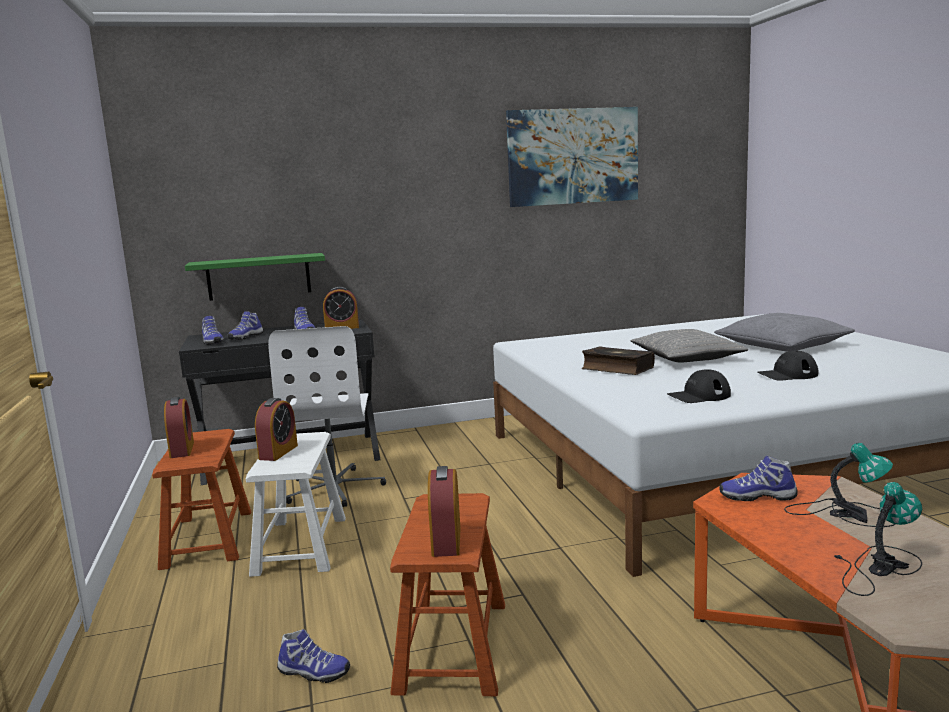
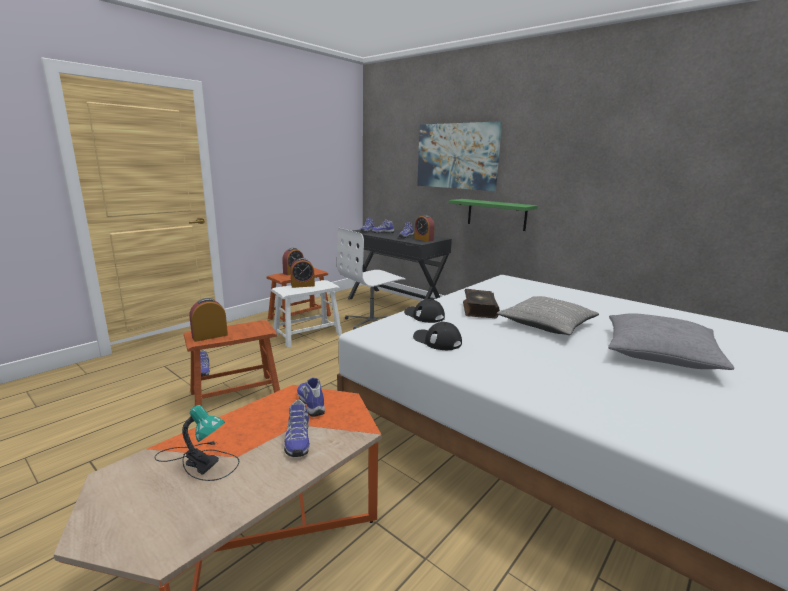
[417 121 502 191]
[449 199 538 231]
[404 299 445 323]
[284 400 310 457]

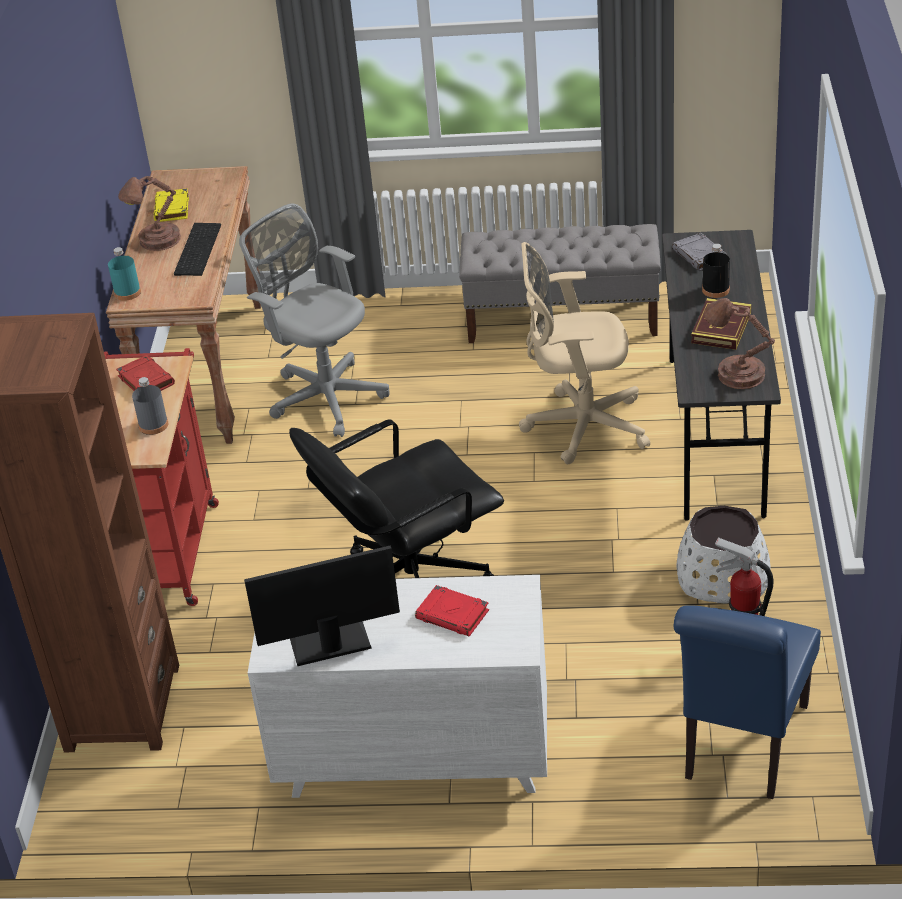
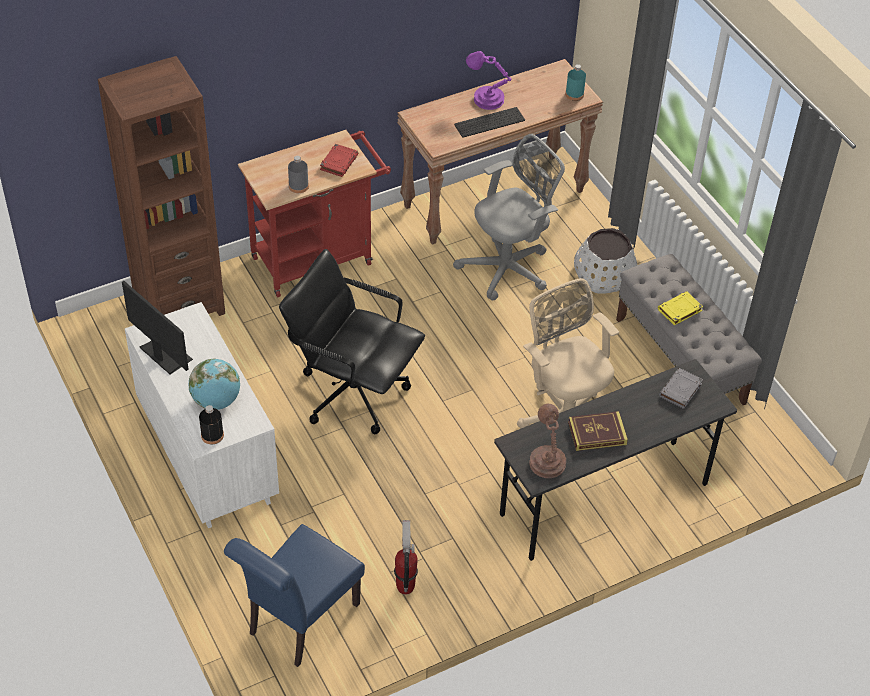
[466 51 511 110]
[658 291 703 325]
[453 134 565 300]
[199 405 224 444]
[565 64 586 101]
[574 228 637 294]
[189 359 240 410]
[224 524 365 667]

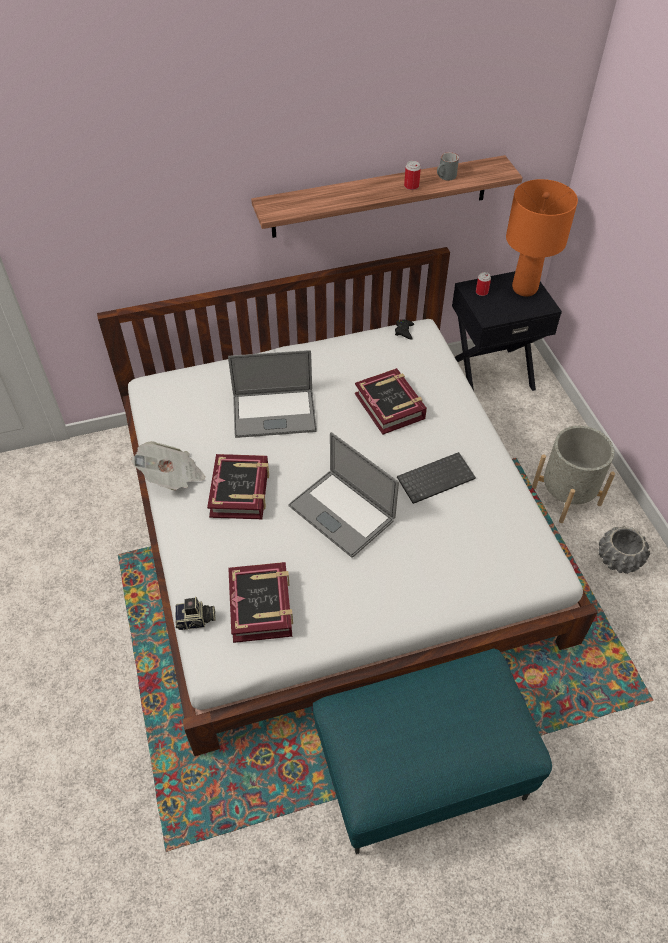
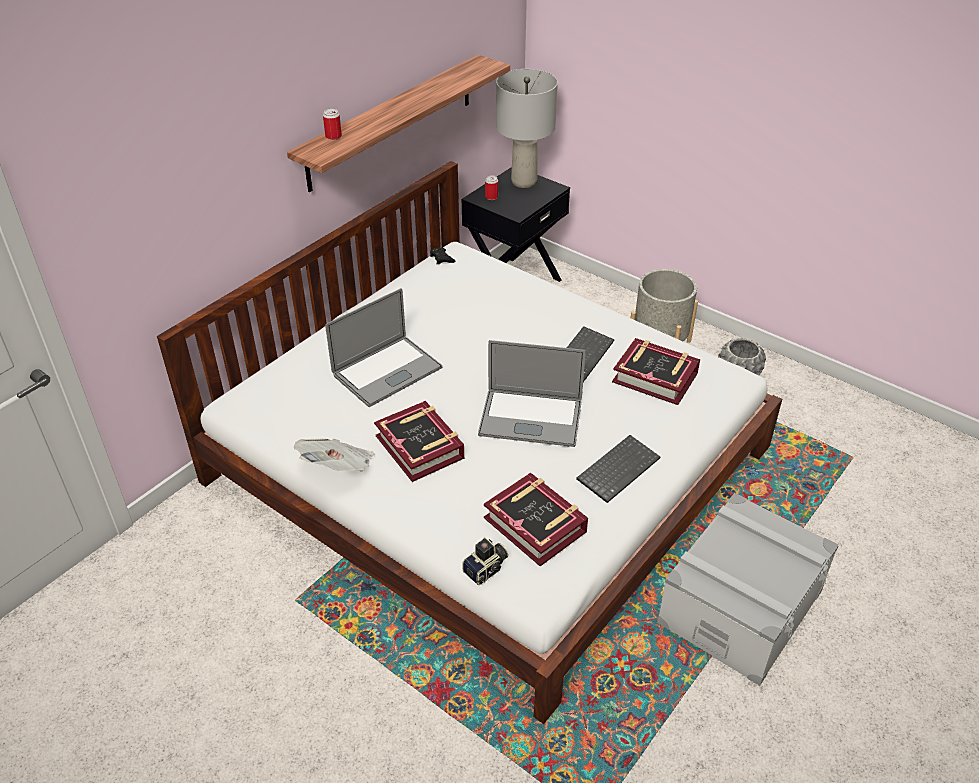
[437 152 459 180] (first image)
[323 109 342 140]
[496 69 558 188]
[612 338 700 405]
[657 493 839 686]
[576 435 660 503]

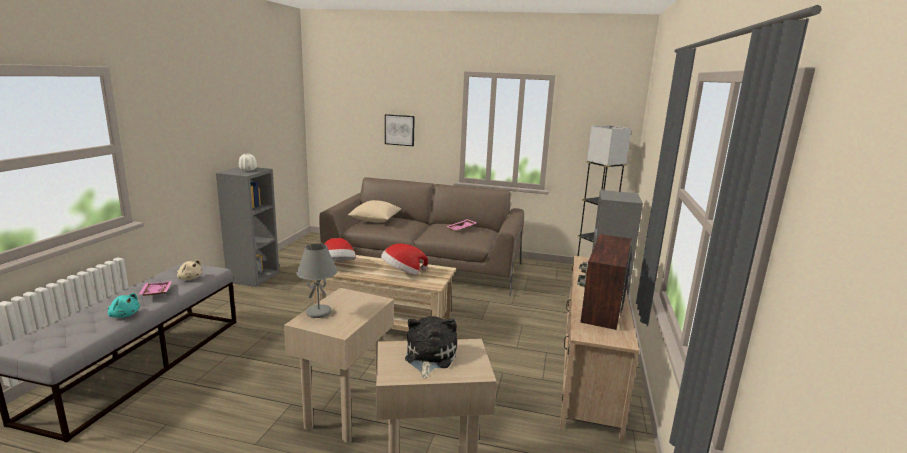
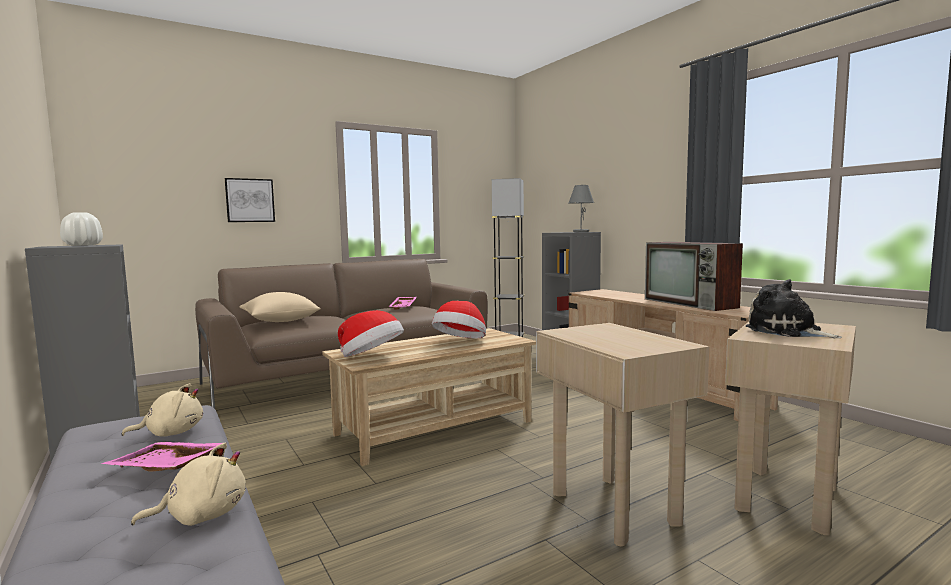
[569 185 594 232]
[131 443 246 526]

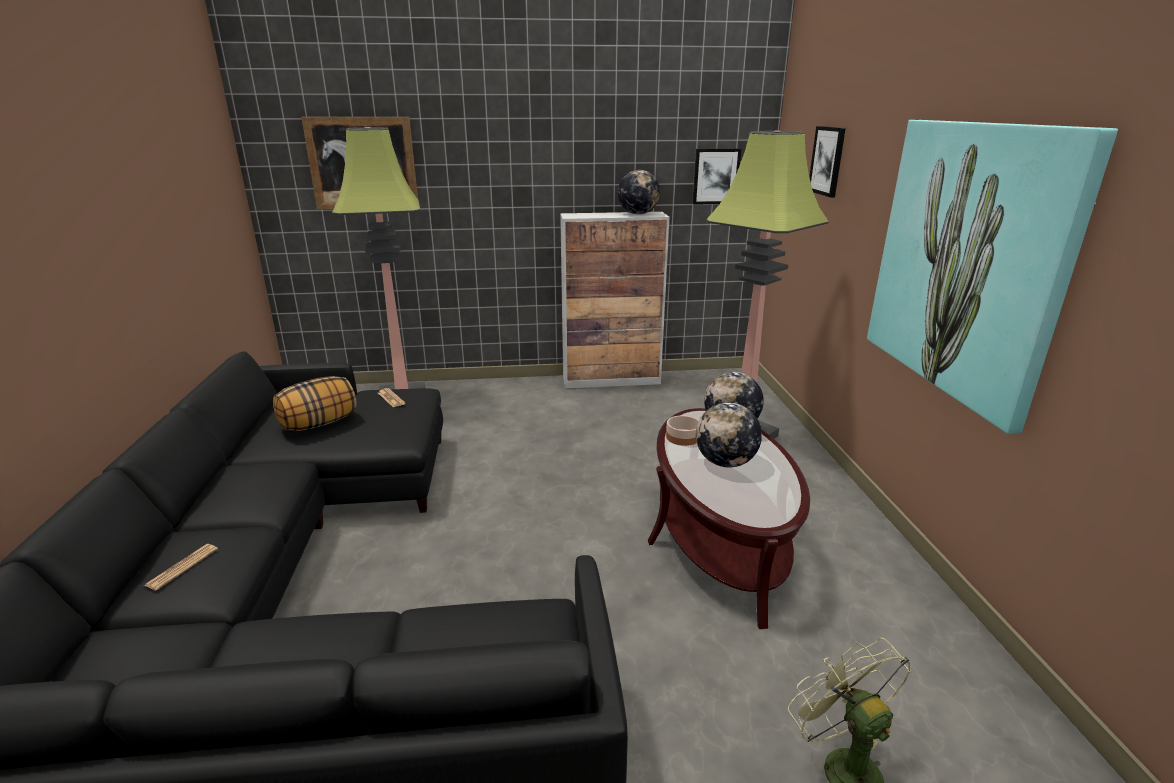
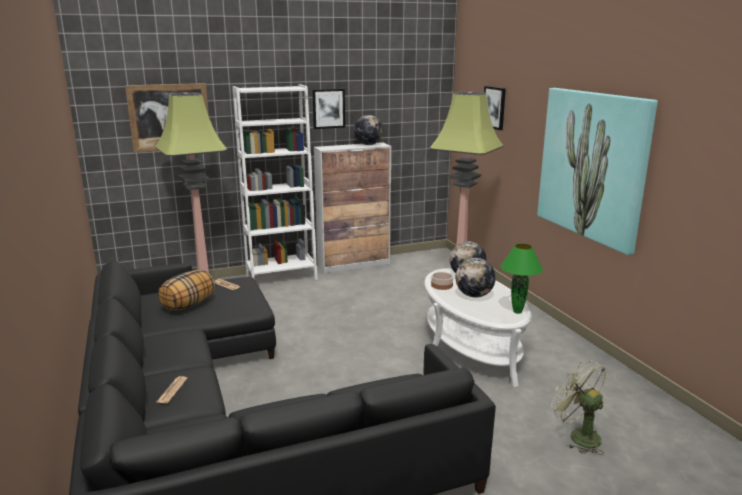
[312 89 345 129]
[425 269 532 387]
[232 84 318 280]
[501 244 543 314]

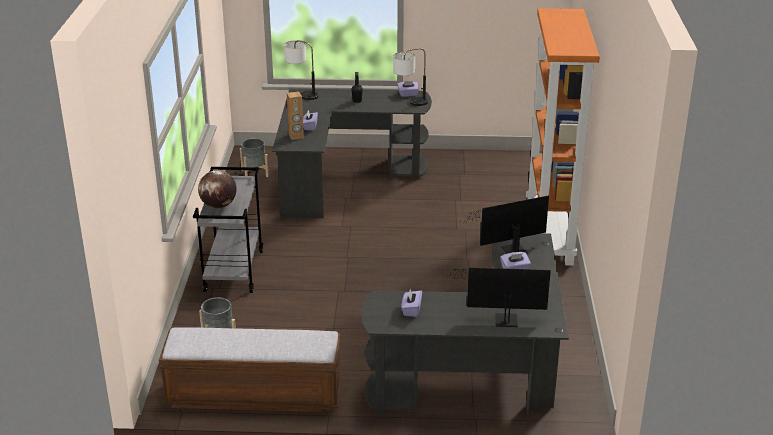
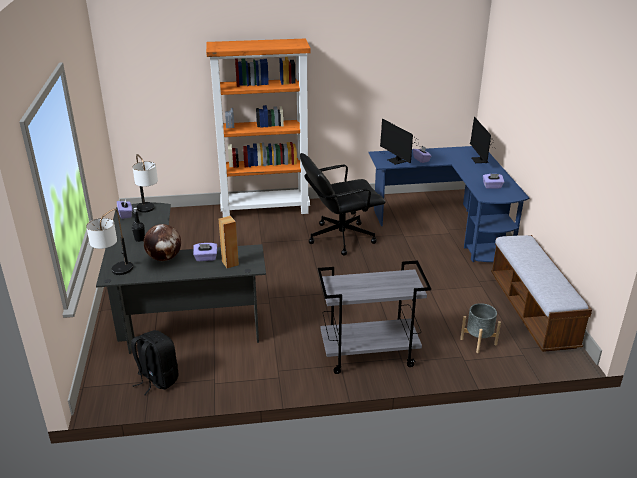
[131 330 178 395]
[144 224 181 261]
[368 146 529 262]
[300 153 386 256]

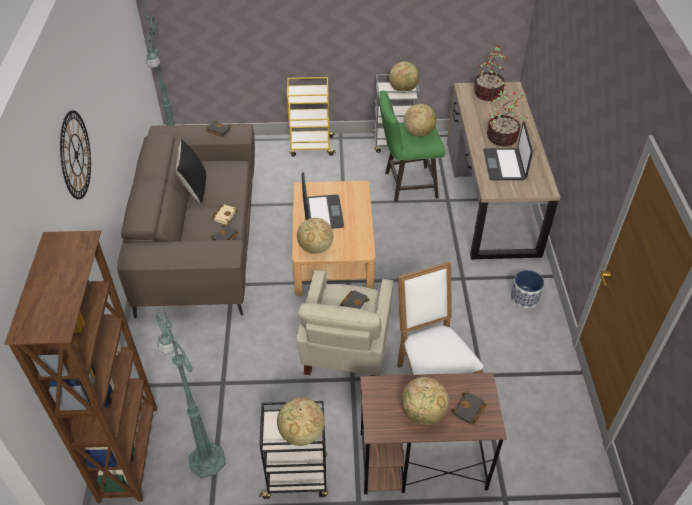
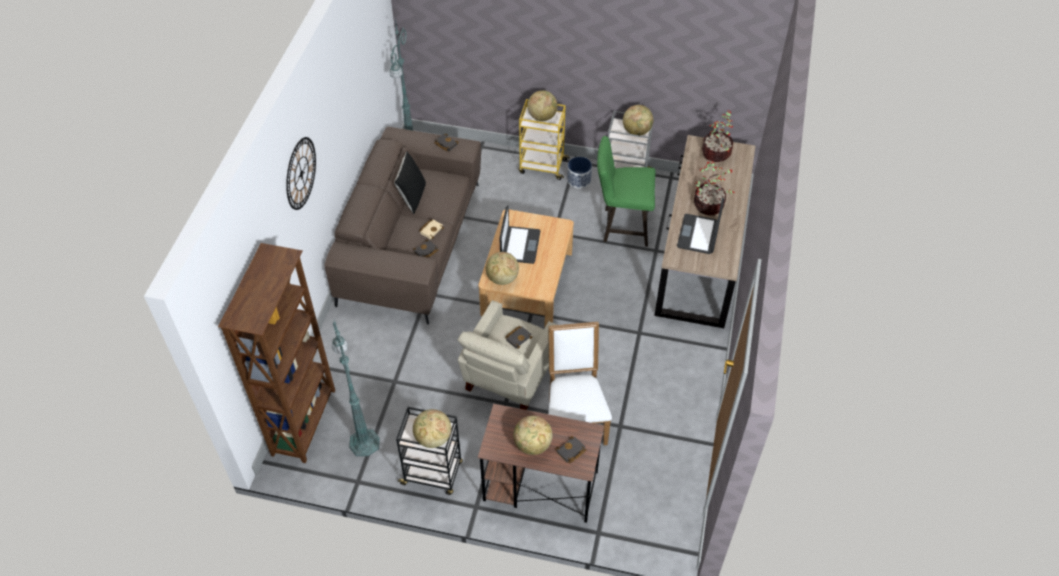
[527 90 558 121]
[567 157 592 189]

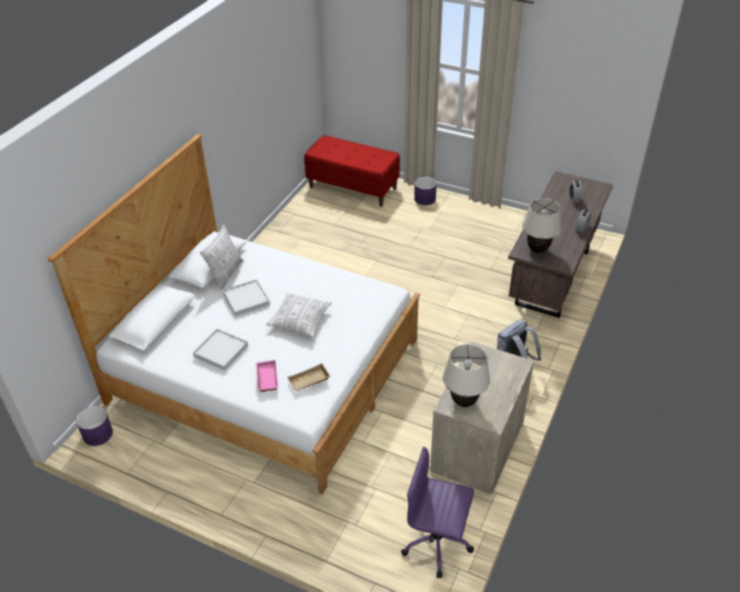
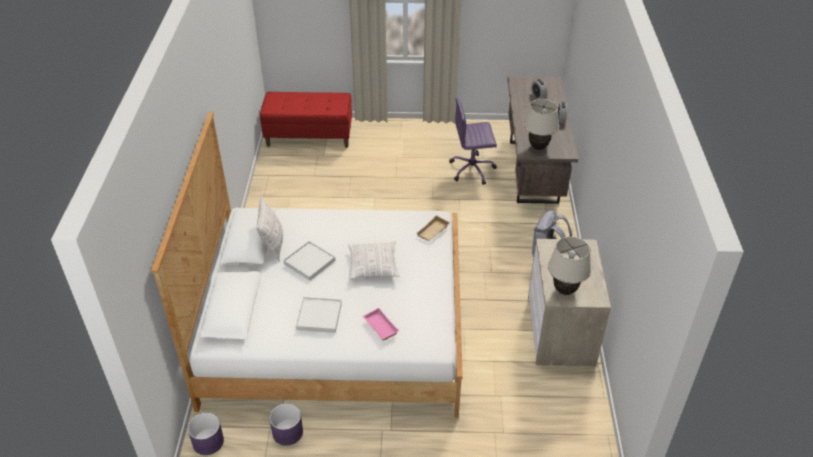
[269 403 303 446]
[416 215 450 241]
[449 98 497 185]

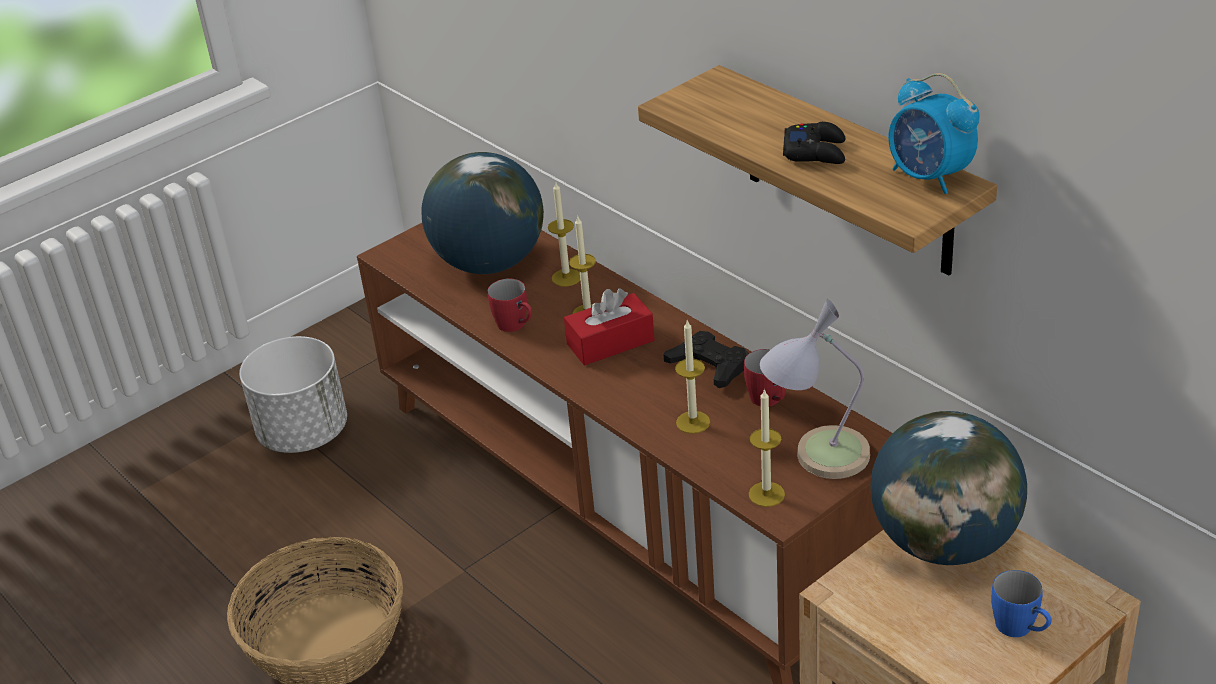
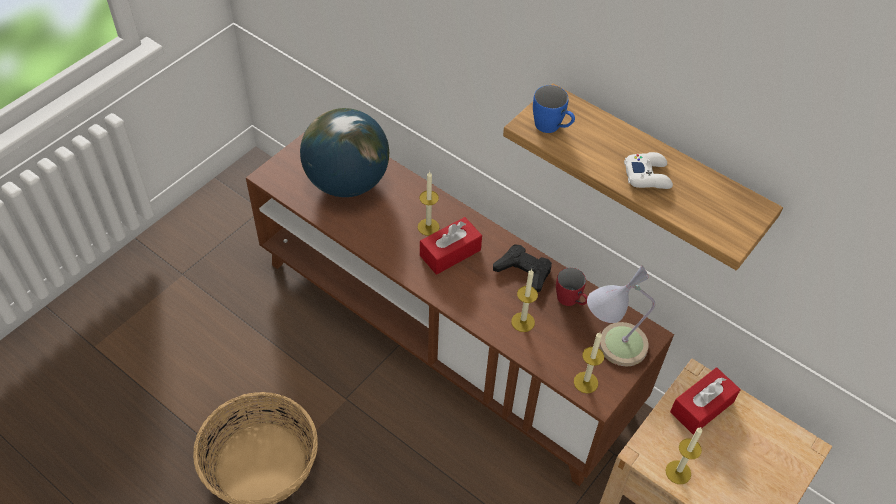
[888 73 980 194] (first image)
[624 152 673 189]
[666 427 702 484]
[487 279 532 332] (first image)
[239 336 347 453] (first image)
[670 368 741 435]
[533 85 575 133]

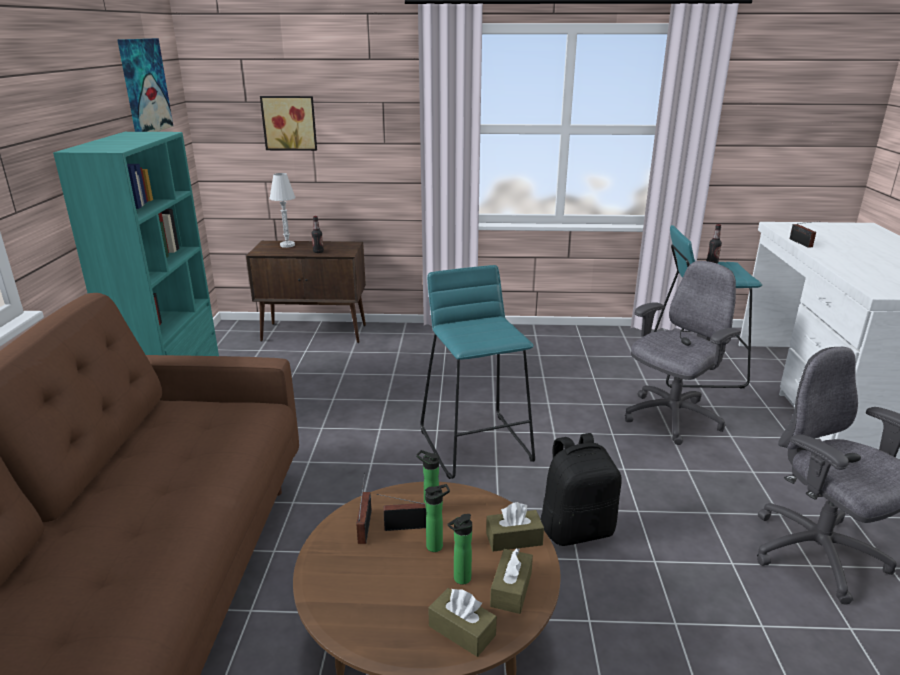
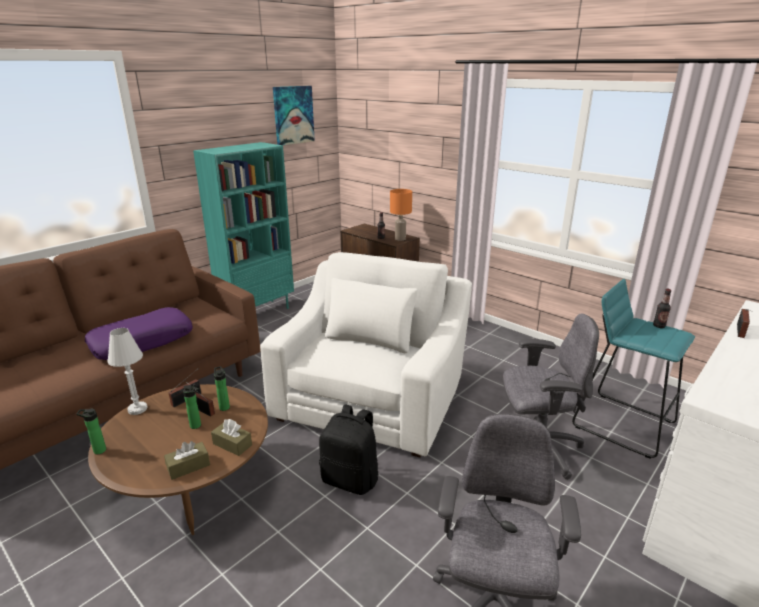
[260 96 317 151] (first image)
[108 328 147 415]
[260 252 472 457]
[76 409 106 454]
[428 588 497 657] (first image)
[390 189 412 241]
[85 307 193 360]

